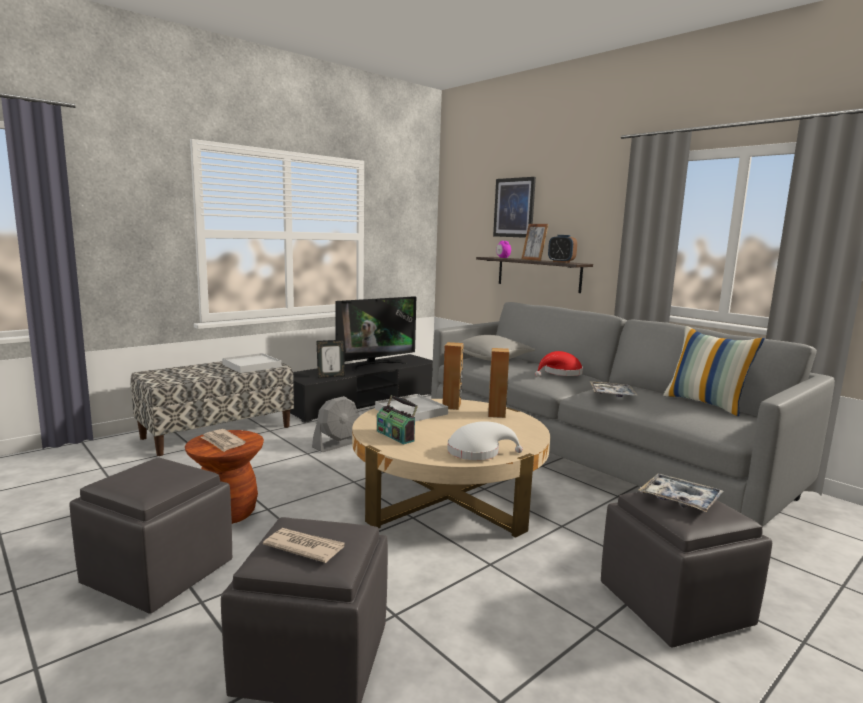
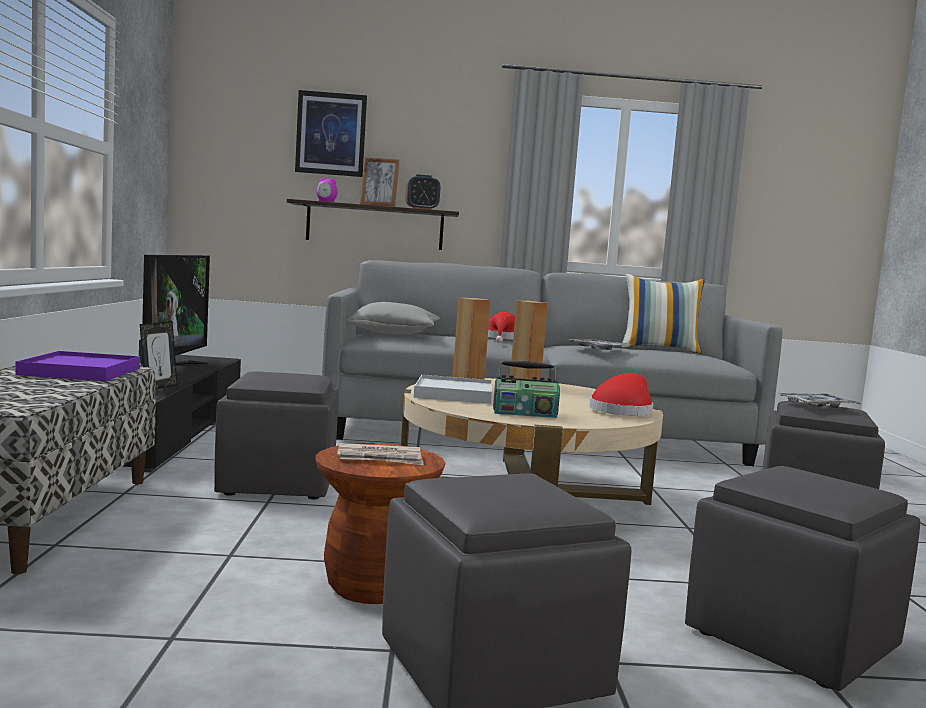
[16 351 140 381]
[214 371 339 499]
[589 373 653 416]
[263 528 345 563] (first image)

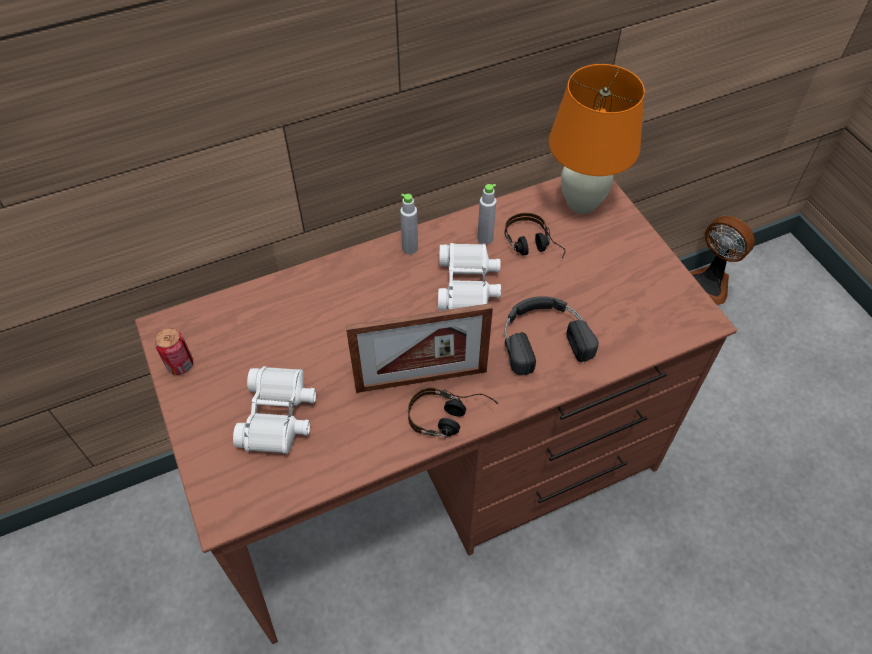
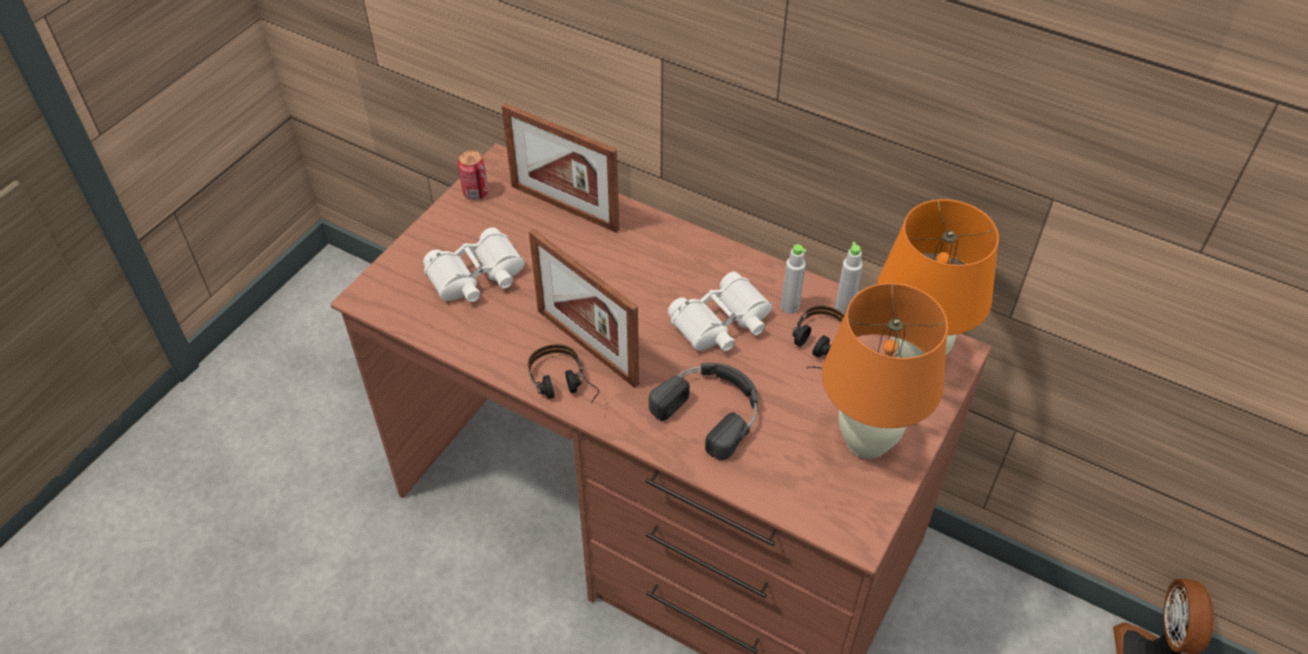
[835 242 863 314]
[502 103 619 233]
[822 283 948 459]

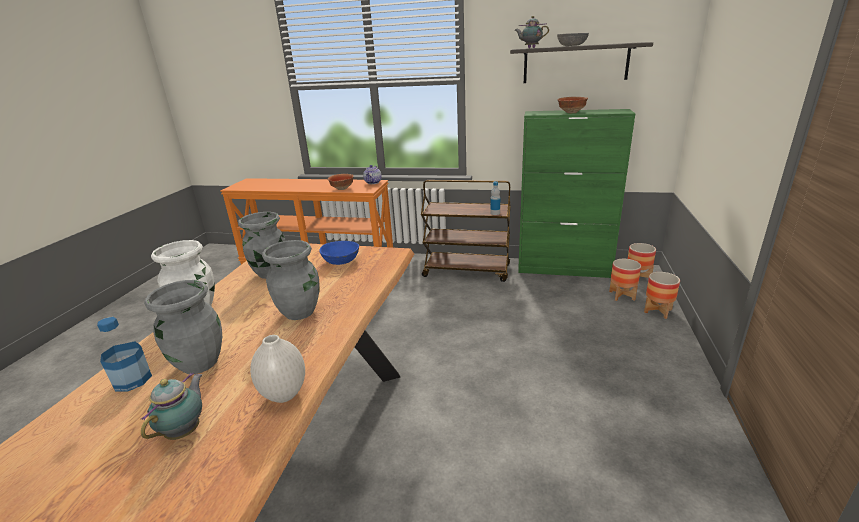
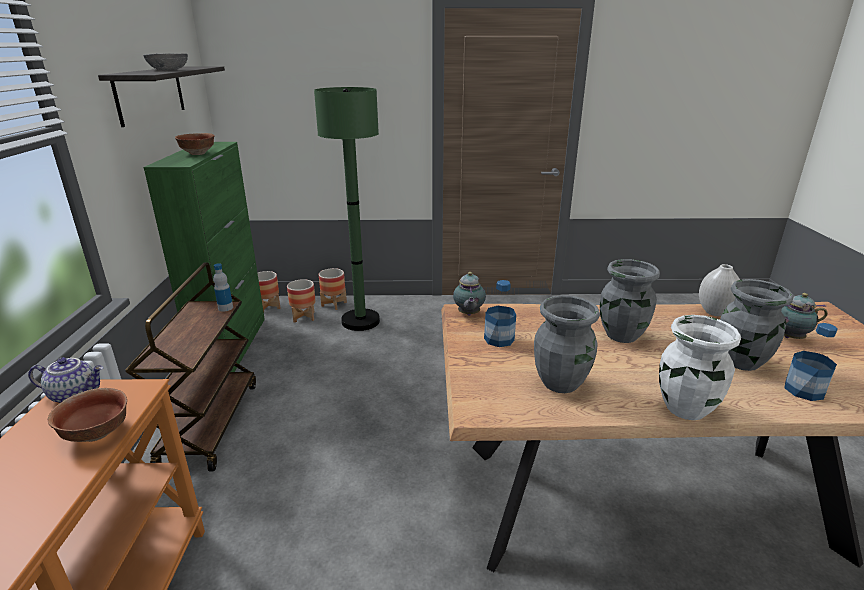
[453 272 486 316]
[484 280 516 347]
[314 87 380 331]

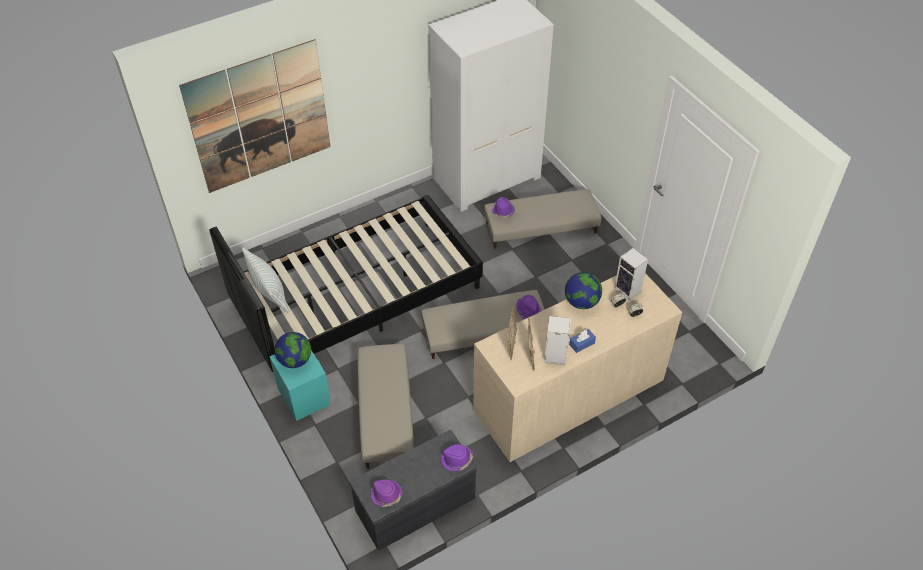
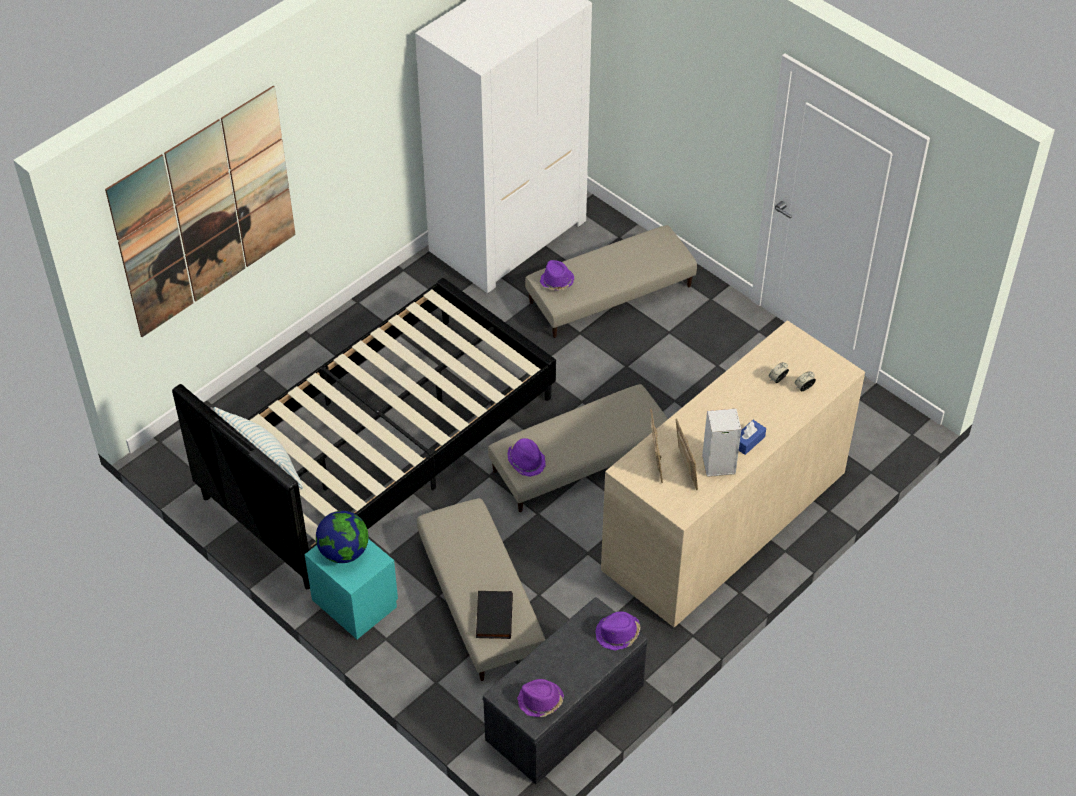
[614 248 648 301] (first image)
[565 272 602 309] (first image)
[507 438 546 477]
[476 591 513 639]

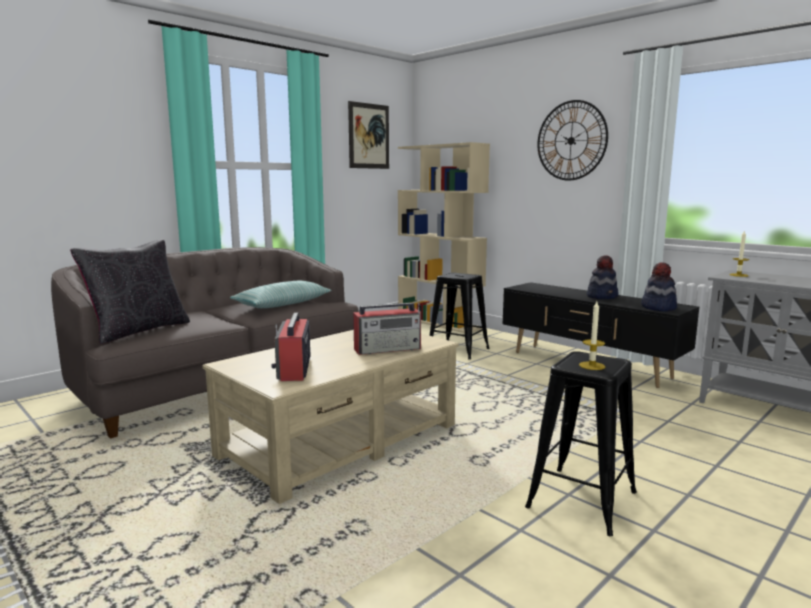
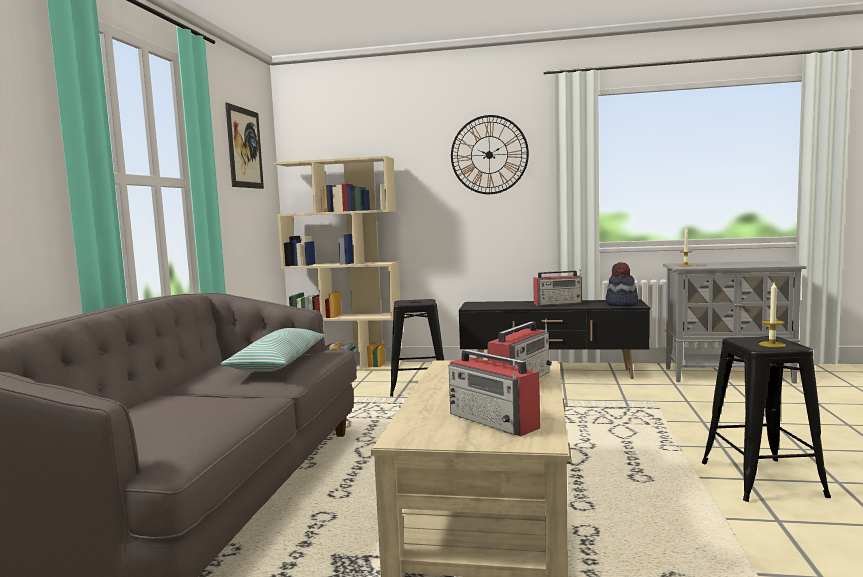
[70 240 190 344] (first image)
[533 270 582 306]

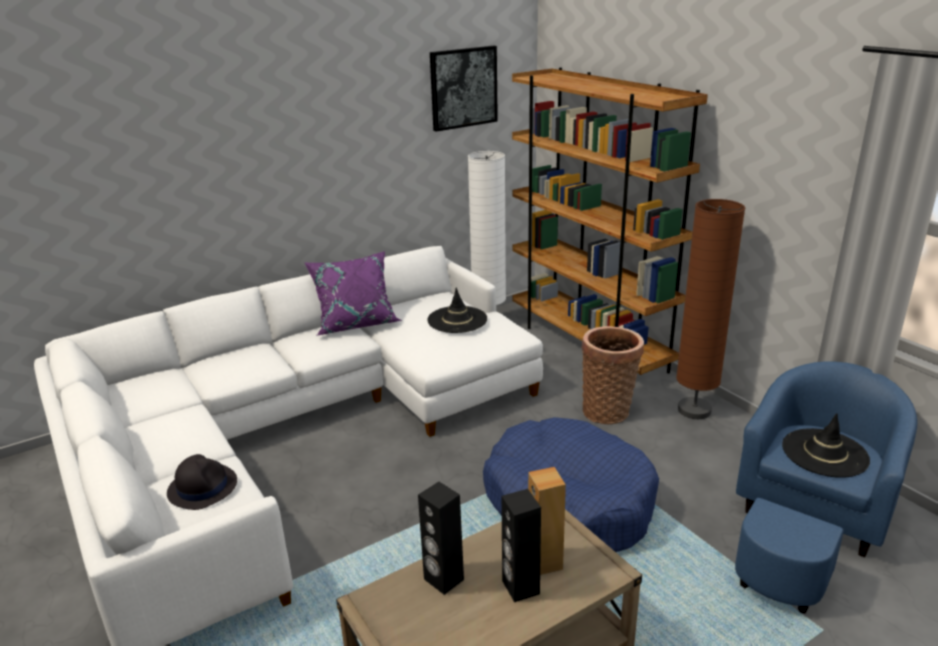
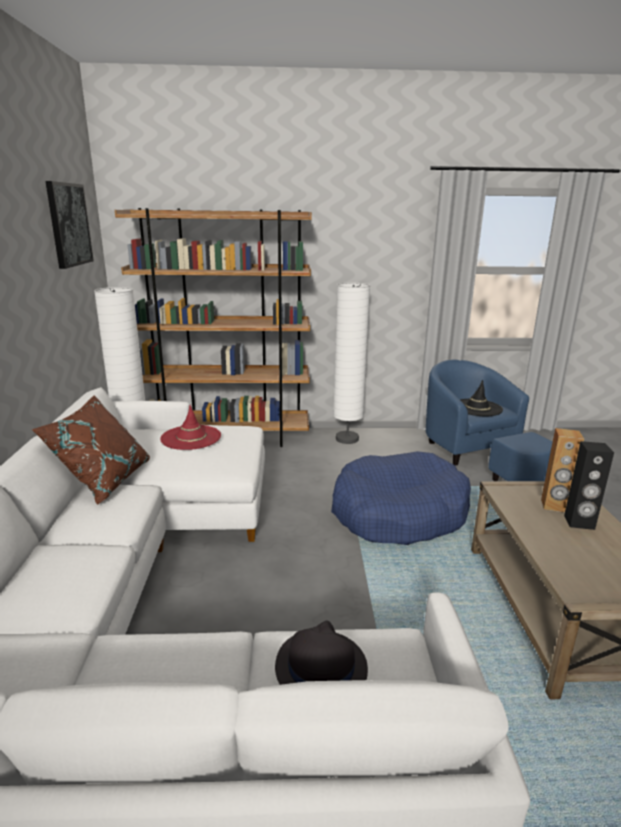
[333 282 370 444]
[31 395 150 505]
[160 405 221 450]
[582 326 644 424] (first image)
[418 482 464 595] (first image)

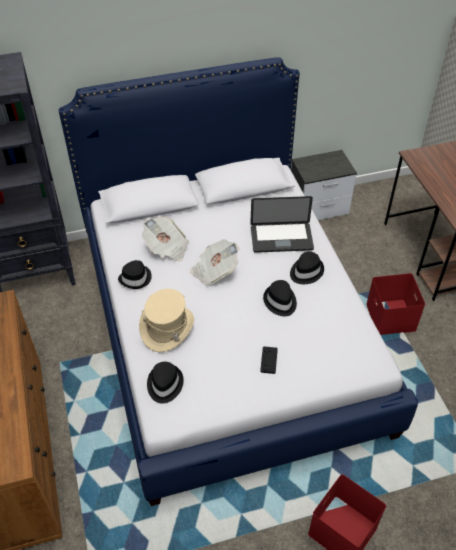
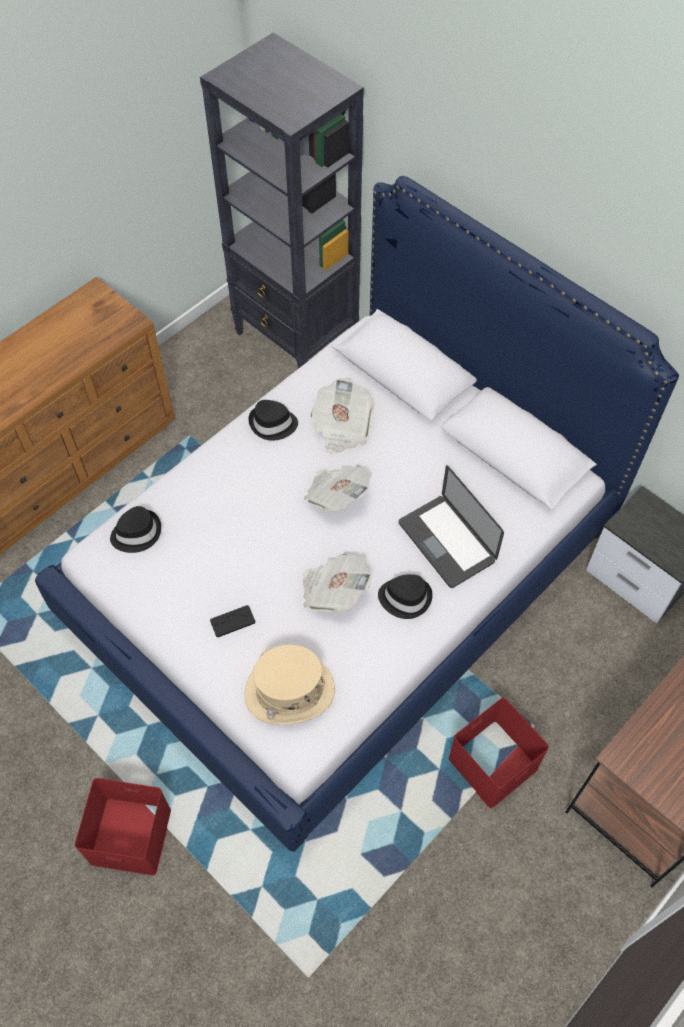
[303 554 372 613]
[245 644 335 725]

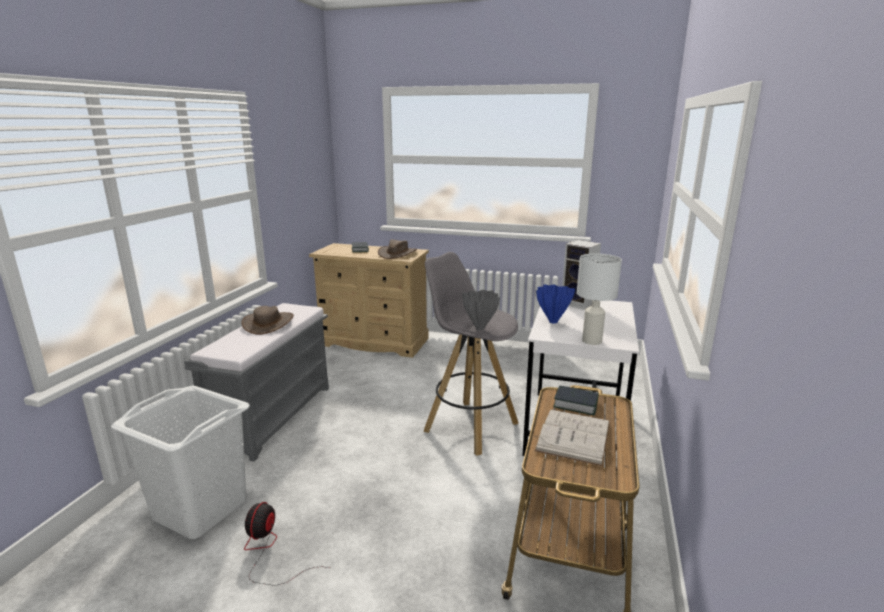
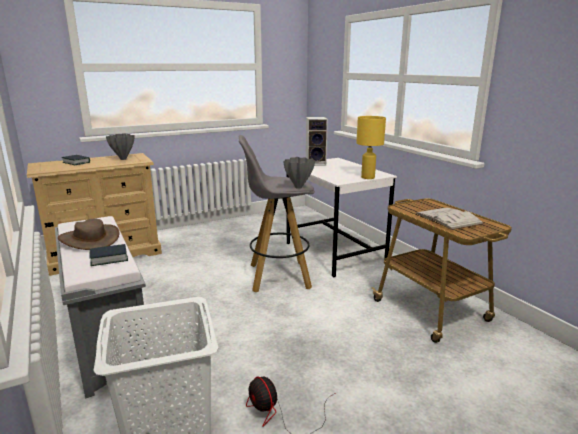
[106 134 134 160]
[356 116 386 179]
[536 284 575 323] (first image)
[89 244 128 266]

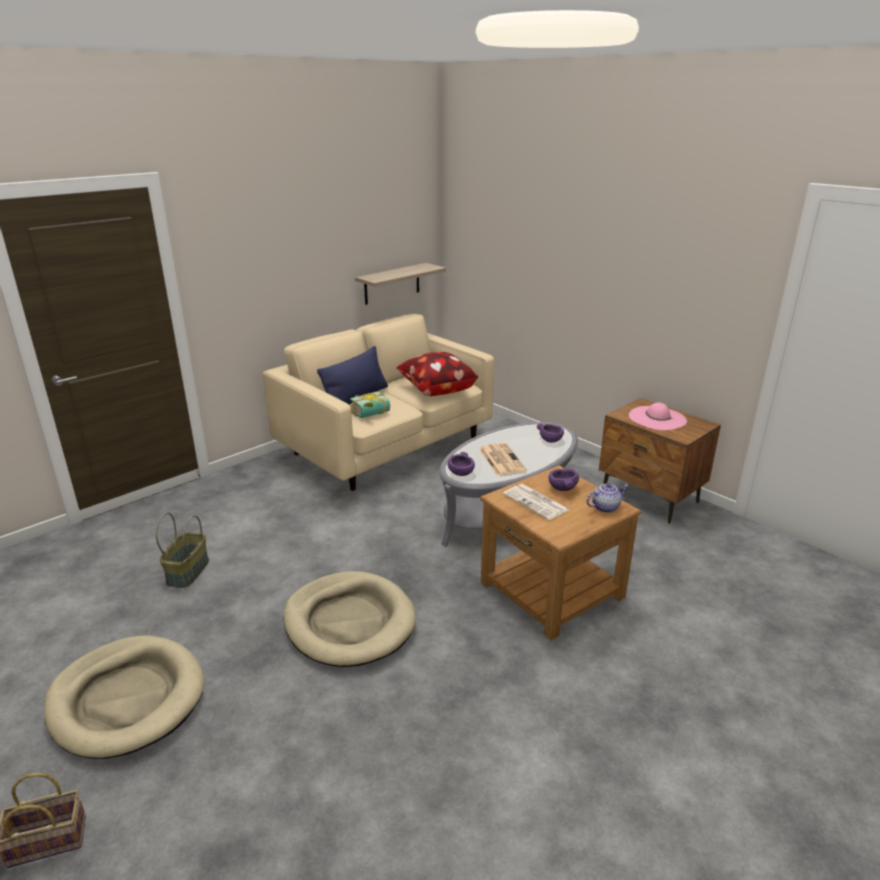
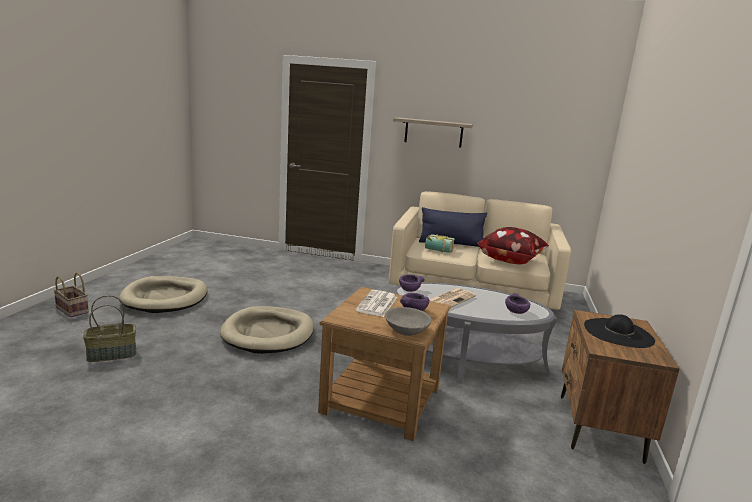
[393 117 473 148]
[584 314 655 348]
[385 307 432 336]
[83 295 136 362]

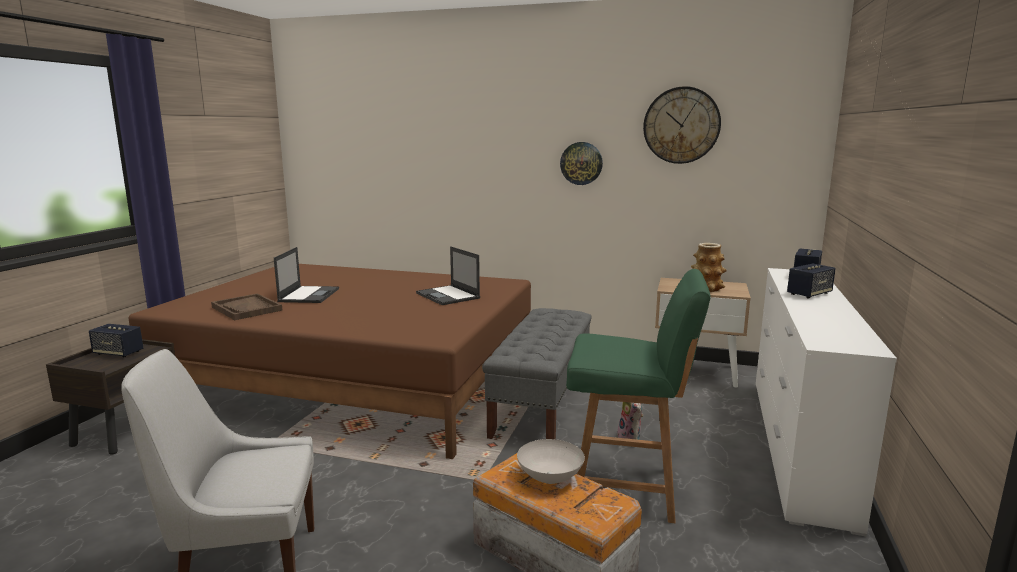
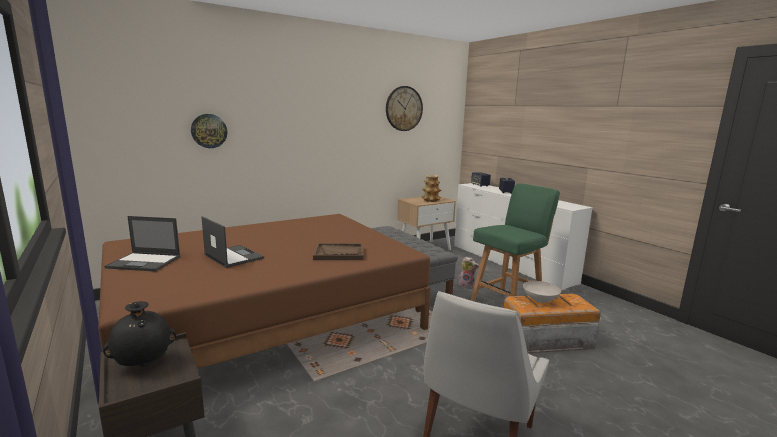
[191 114 227 148]
[104 216 181 272]
[313 243 363 260]
[103 301 176 366]

